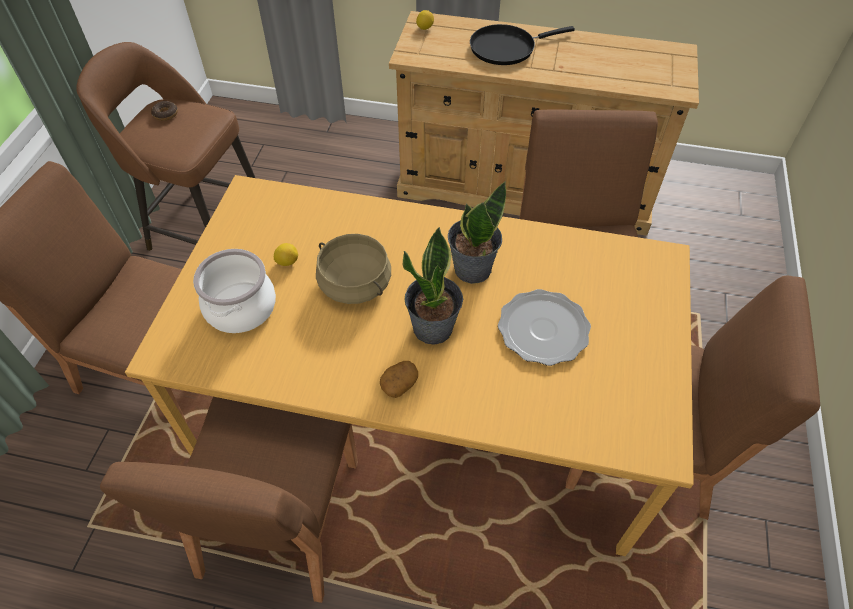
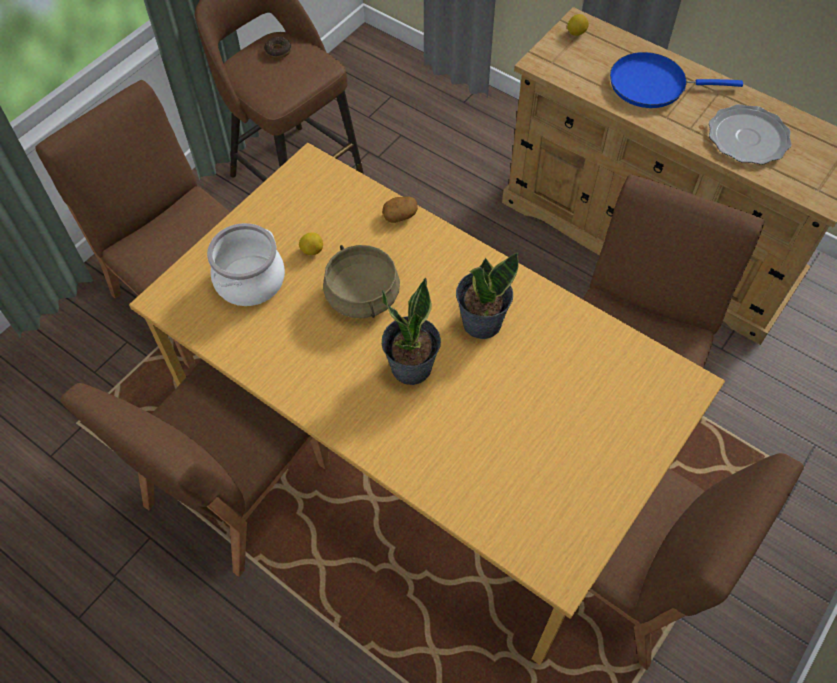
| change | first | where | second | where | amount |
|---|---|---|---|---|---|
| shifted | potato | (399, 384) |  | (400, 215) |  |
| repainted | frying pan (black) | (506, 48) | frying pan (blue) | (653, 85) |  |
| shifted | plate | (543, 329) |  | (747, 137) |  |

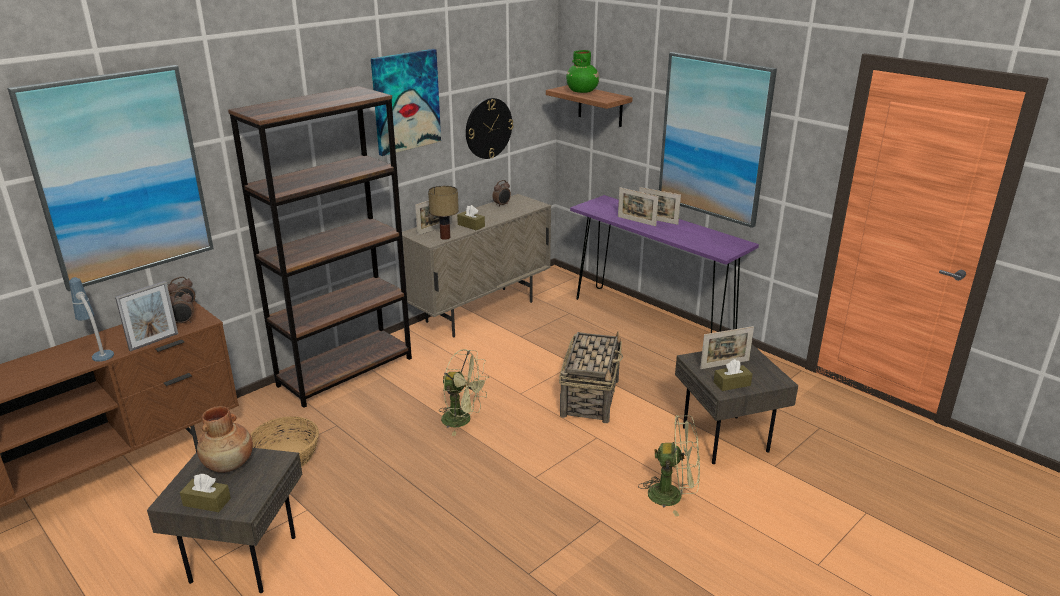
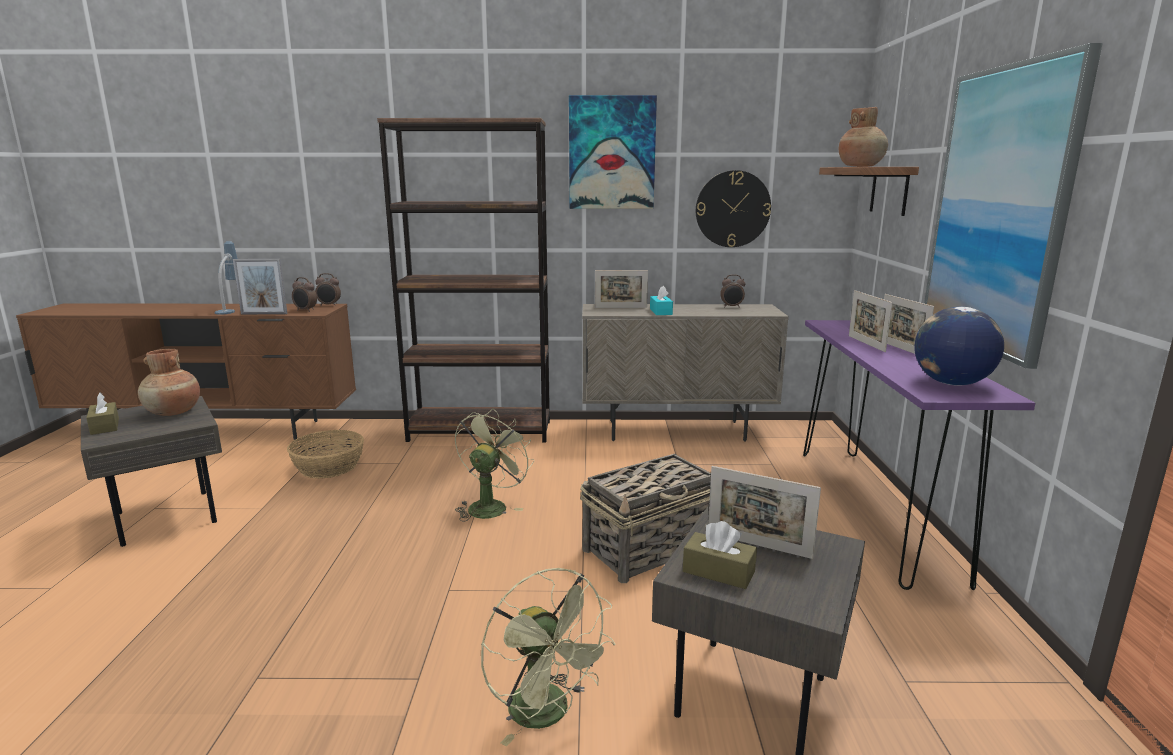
| change | first | where | second | where | amount |
|---|---|---|---|---|---|
| gone | picture | (120, 176) |  |  |  |
| gone | table lamp | (445, 237) |  |  |  |
| rotated | fan (green) | (463, 420) |  | (490, 506) | 135 degrees counterclockwise |
| repainted | tissue box (brown) | (471, 225) | tissue box (turquoise) | (661, 312) |  |
| repainted | vase (green) | (582, 91) | vase (brown) | (861, 166) |  |
| new |  |  | globe | (951, 383) |  |

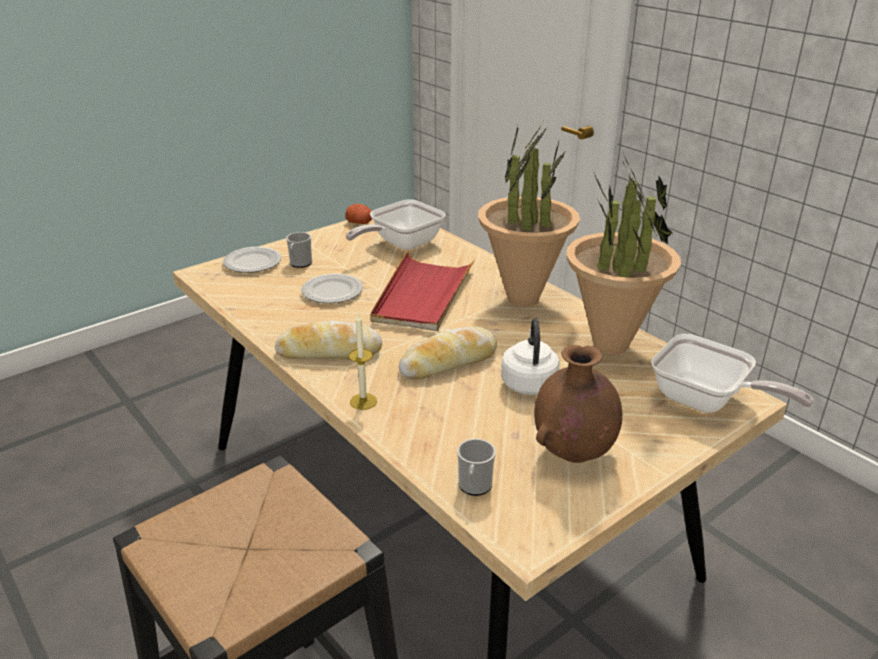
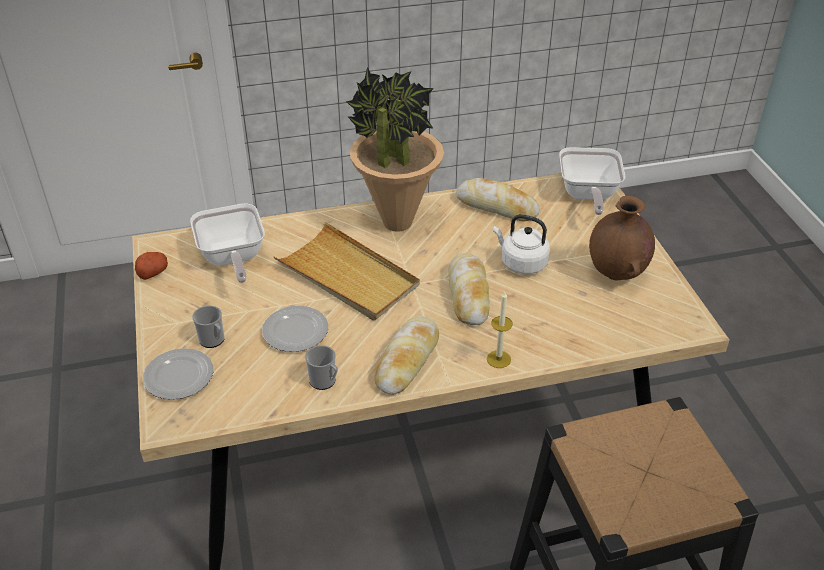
| change | first | where | second | where | amount |
|---|---|---|---|---|---|
| repainted | tray (red) | (422, 295) | tray (beige) | (348, 276) |  |
| shifted | mug | (474, 487) |  | (325, 381) |  |
| swapped | potted plant | (611, 346) | bread | (497, 207) |  |
| rotated | frying pan | (706, 402) |  | (587, 195) | 120 degrees clockwise |

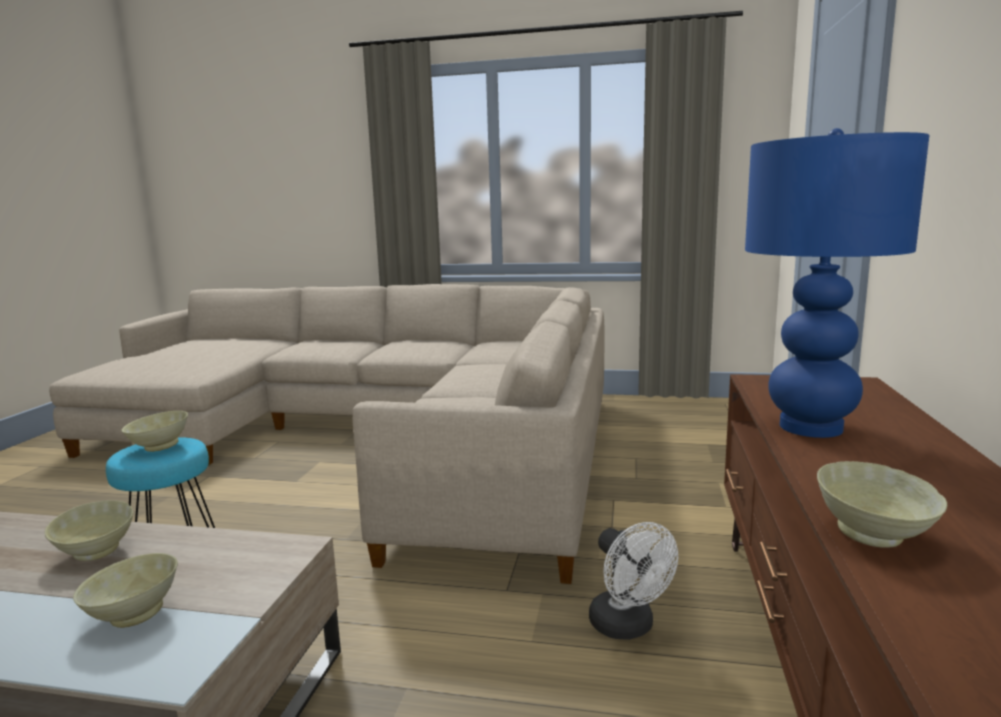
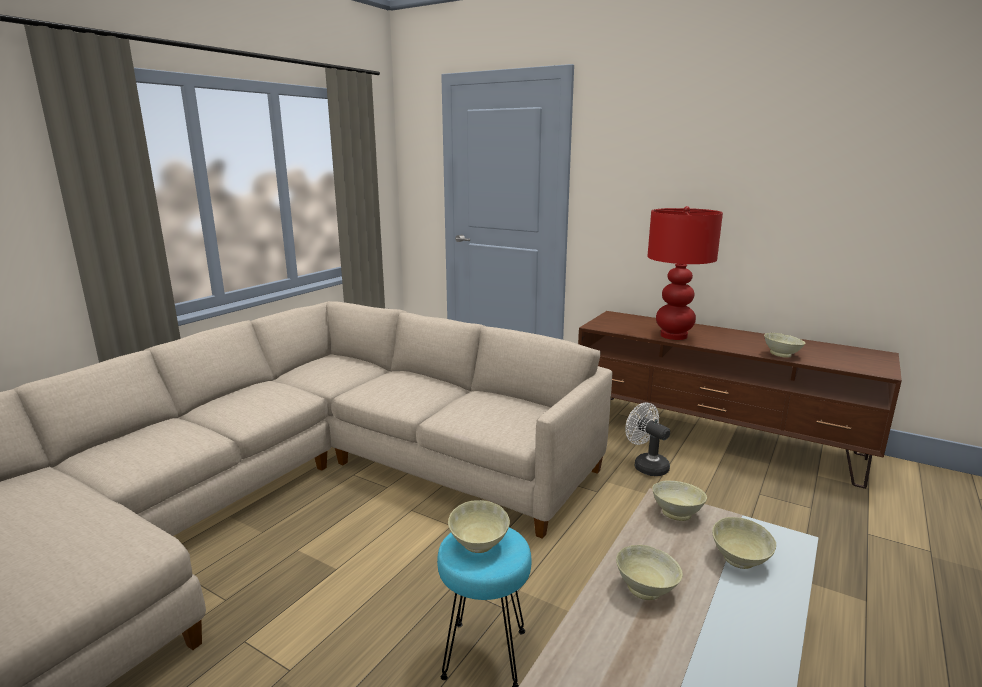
| change | first | where | second | where | amount |
|---|---|---|---|---|---|
| rotated | fan (white) | (628, 627) |  | (646, 465) | 120 degrees counterclockwise |
| repainted | table lamp (blue) | (809, 427) | table lamp (red) | (673, 336) |  |
| new |  |  | bowl (beige) | (677, 513) |  |

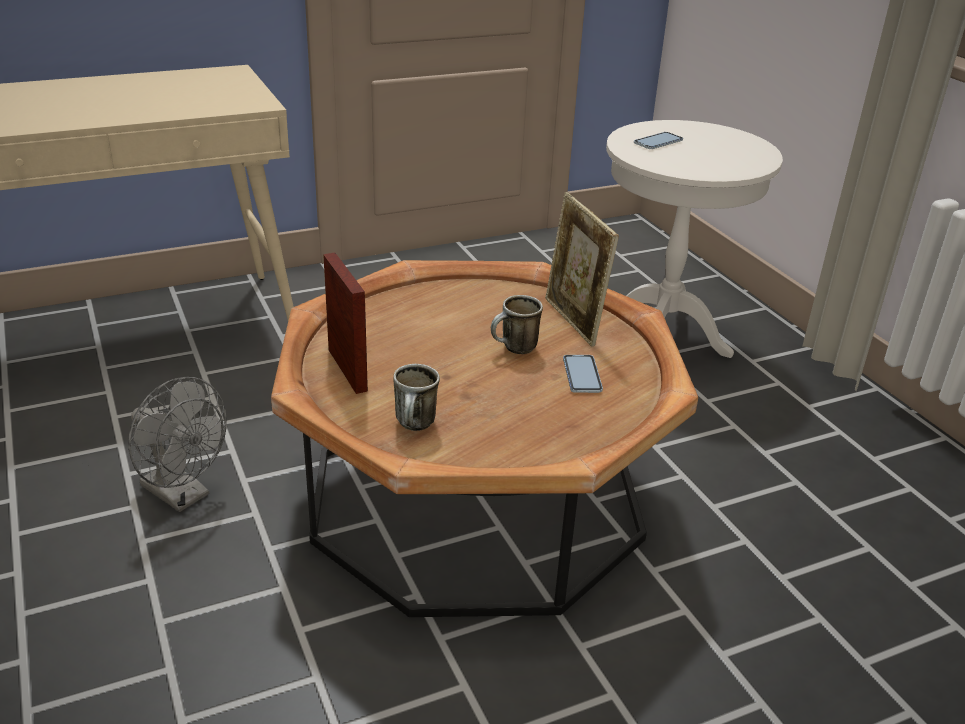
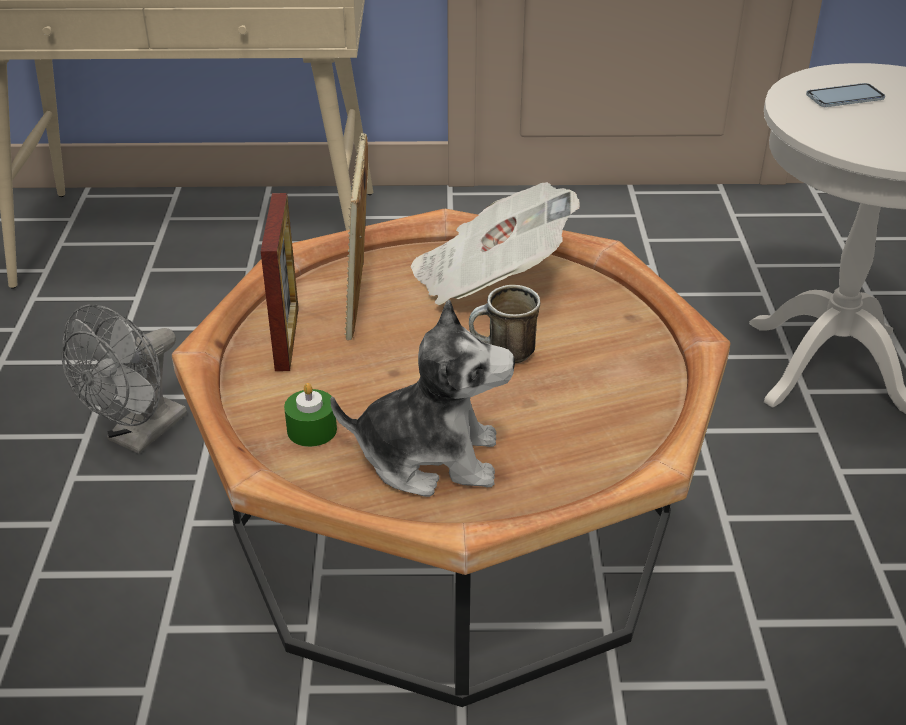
| change | first | where | second | where | amount |
|---|---|---|---|---|---|
| rotated | fan (grey) | (183, 495) |  | (140, 436) | 60 degrees clockwise |
| swapped | mug | (416, 426) | candle (green) | (312, 430) |  |
| shifted | picture frame | (573, 322) |  | (359, 303) |  |
| gone | phone | (582, 375) |  |  |  |
| new |  |  | plush toy | (430, 457) |  |
| new |  |  | newspaper | (489, 279) |  |

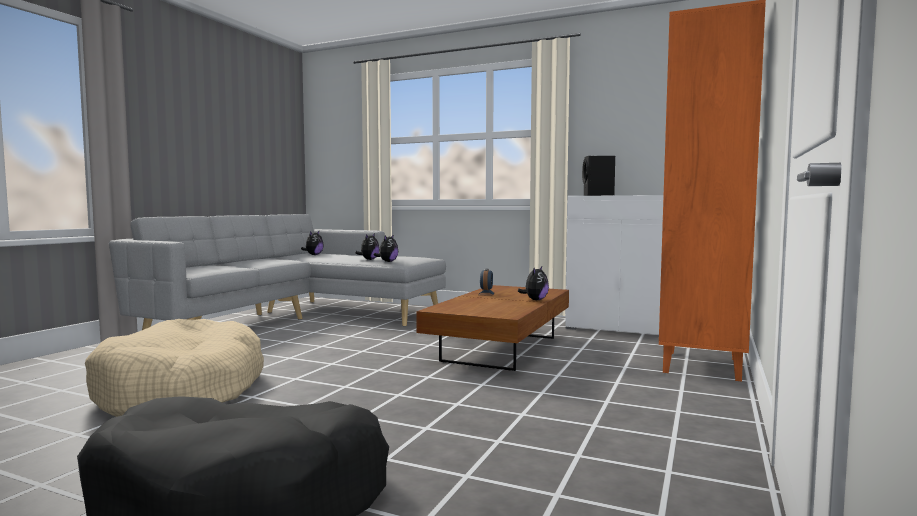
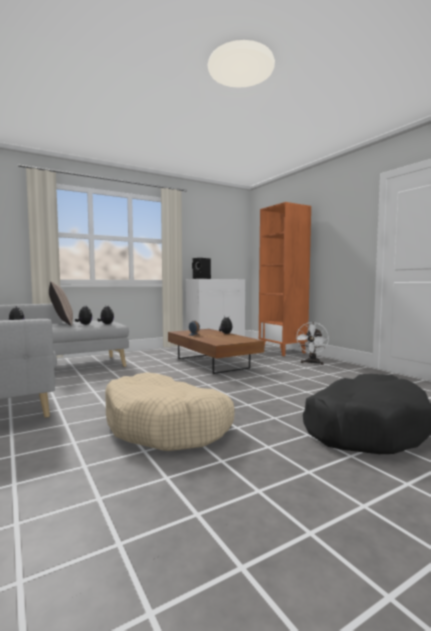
| change | first | where | second | where | amount |
|---|---|---|---|---|---|
| new |  |  | pillow | (61, 323) |  |
| new |  |  | fan (white) | (312, 363) |  |

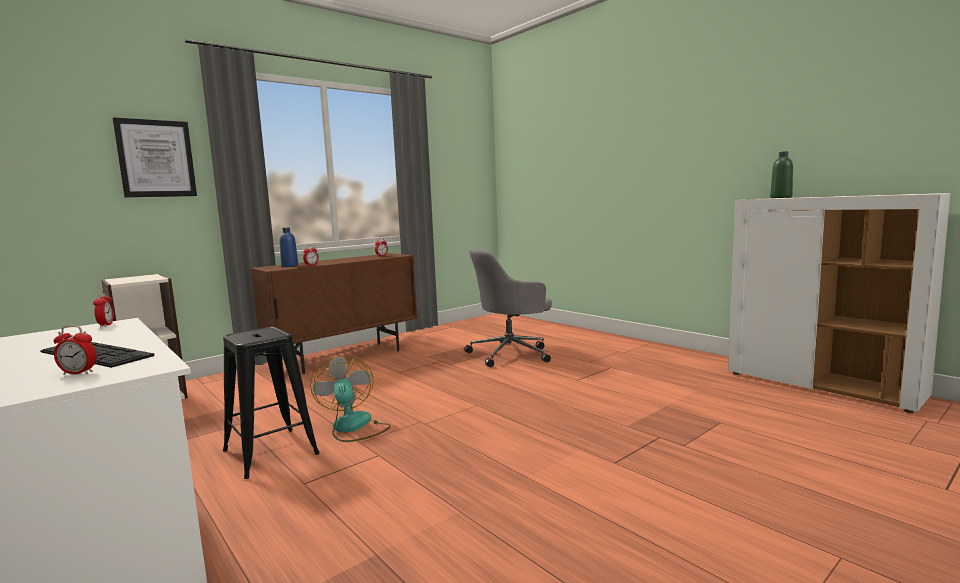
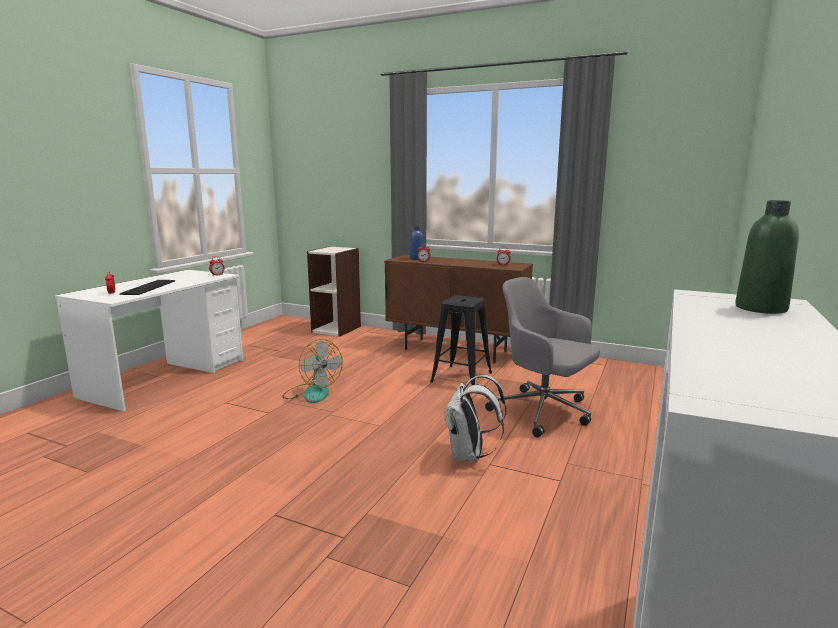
| change | first | where | second | where | amount |
|---|---|---|---|---|---|
| gone | picture | (156, 158) |  |  |  |
| shifted | stool (black) | (270, 452) |  | (462, 377) |  |
| rotated | fan | (353, 427) |  | (311, 393) | 90 degrees clockwise |
| new |  |  | backpack (white) | (469, 456) |  |

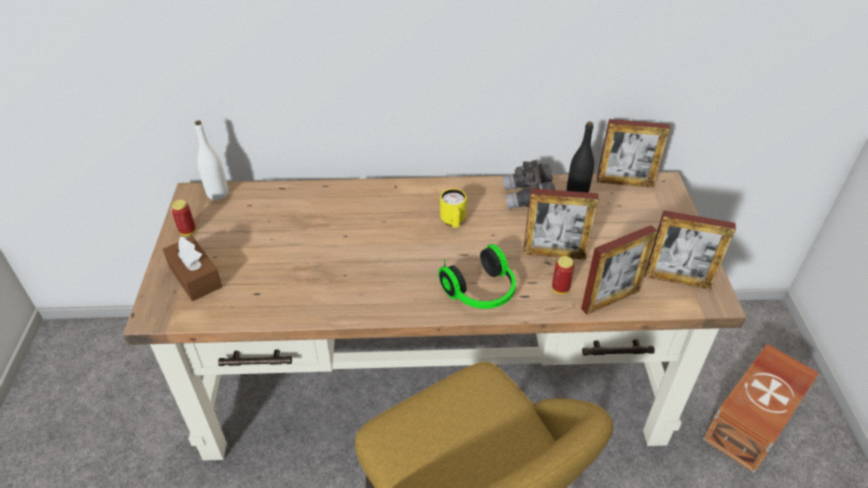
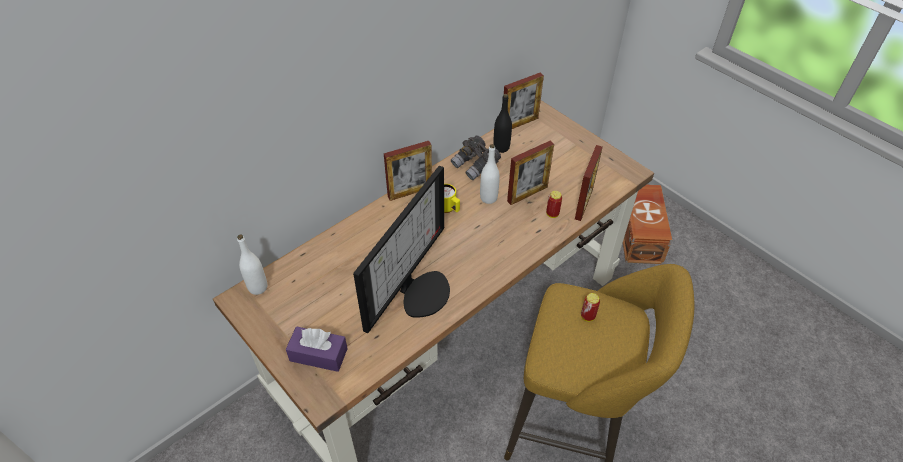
| change | first | where | second | where | amount |
|---|---|---|---|---|---|
| repainted | tissue box (brown) | (195, 277) | tissue box (purple) | (318, 354) |  |
| shifted | can | (188, 231) |  | (587, 316) |  |
| gone | headphones | (481, 292) |  |  |  |
| shifted | picture frame | (677, 280) |  | (410, 192) |  |
| new |  |  | monitor | (420, 291) |  |
| new |  |  | bottle (white) | (488, 198) |  |

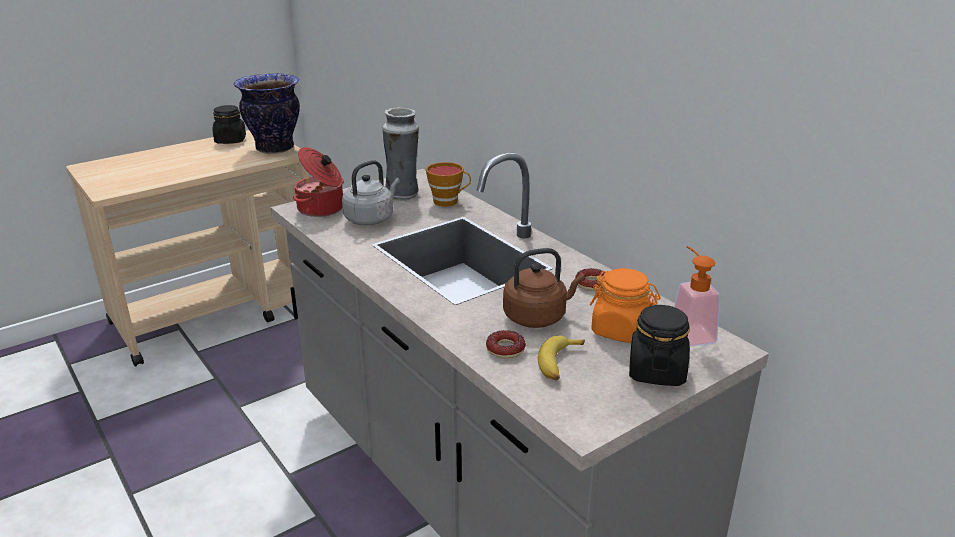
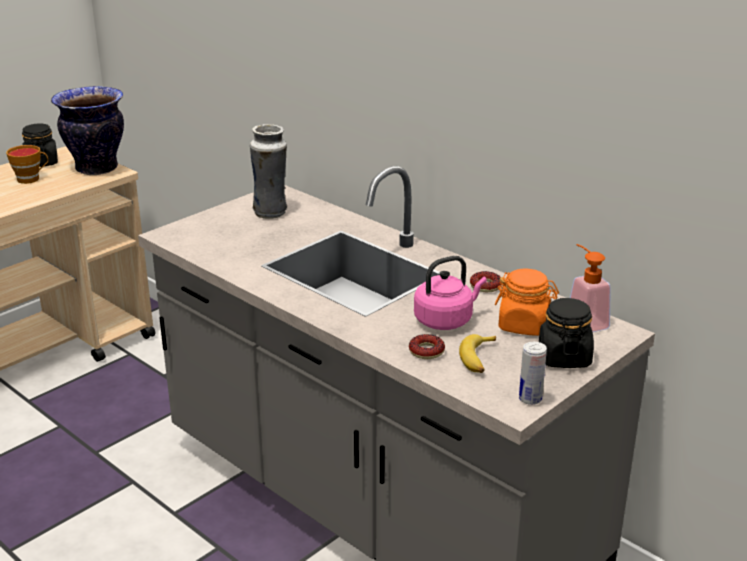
| change | first | where | second | where | amount |
|---|---|---|---|---|---|
| gone | cooking pot | (322, 209) |  |  |  |
| gone | kettle (grey) | (371, 218) |  |  |  |
| shifted | cup | (448, 201) |  | (31, 179) |  |
| repainted | kettle (brown) | (538, 317) | kettle (pink) | (446, 320) |  |
| new |  |  | can | (530, 399) |  |

